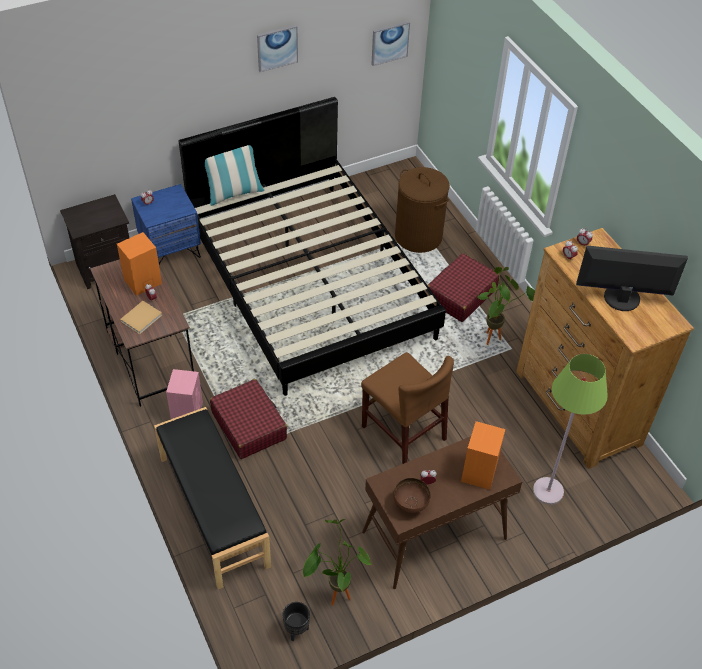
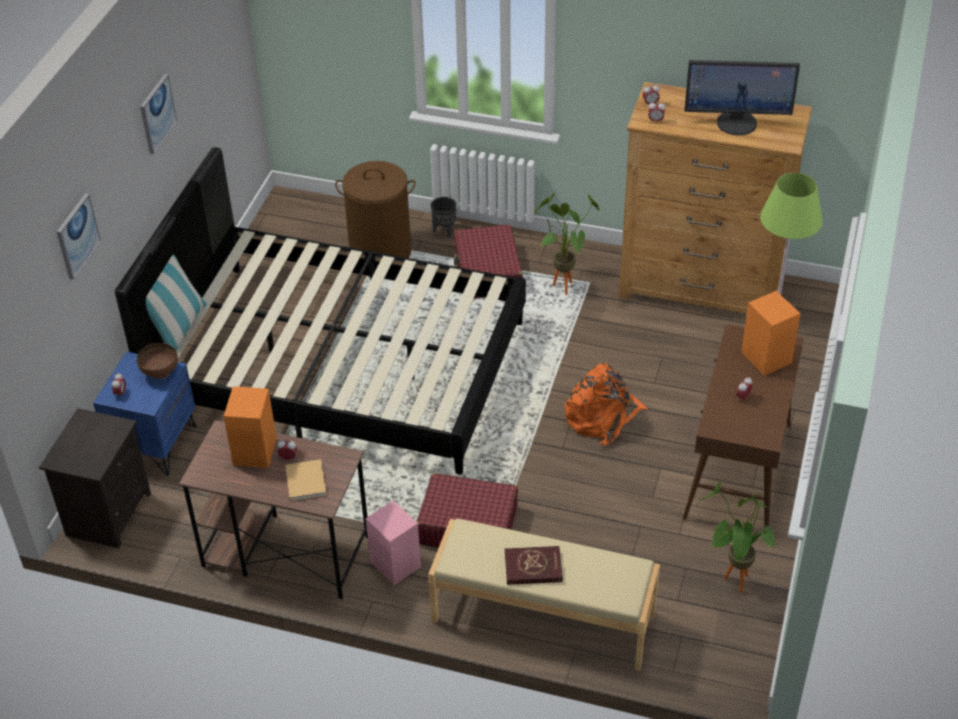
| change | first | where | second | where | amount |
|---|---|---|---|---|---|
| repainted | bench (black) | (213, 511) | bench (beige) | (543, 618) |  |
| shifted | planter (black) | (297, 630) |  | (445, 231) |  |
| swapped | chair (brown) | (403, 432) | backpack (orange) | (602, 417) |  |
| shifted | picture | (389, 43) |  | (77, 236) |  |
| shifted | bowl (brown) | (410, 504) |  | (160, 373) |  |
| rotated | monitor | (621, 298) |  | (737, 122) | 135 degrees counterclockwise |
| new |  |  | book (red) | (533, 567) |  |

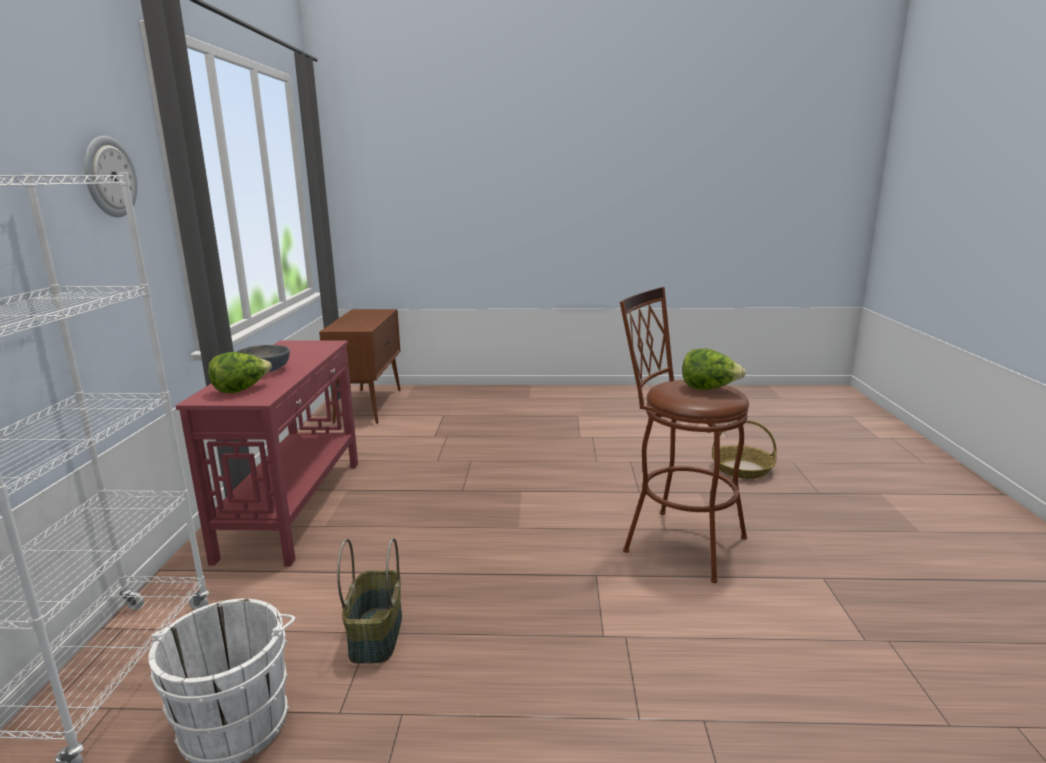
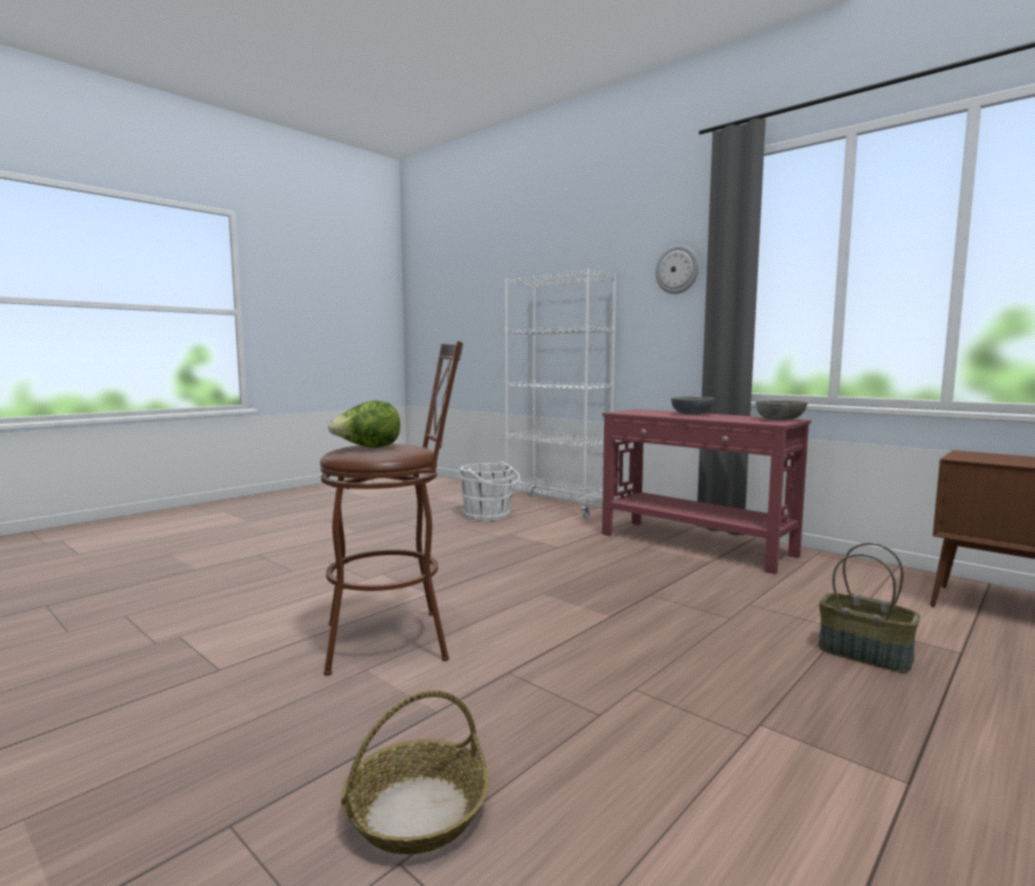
| change | first | where | second | where | amount |
|---|---|---|---|---|---|
| gone | lettuce | (241, 390) |  |  |  |
| shifted | basket | (375, 635) |  | (865, 654) |  |
| new |  |  | bowl (grey) | (780, 420) |  |

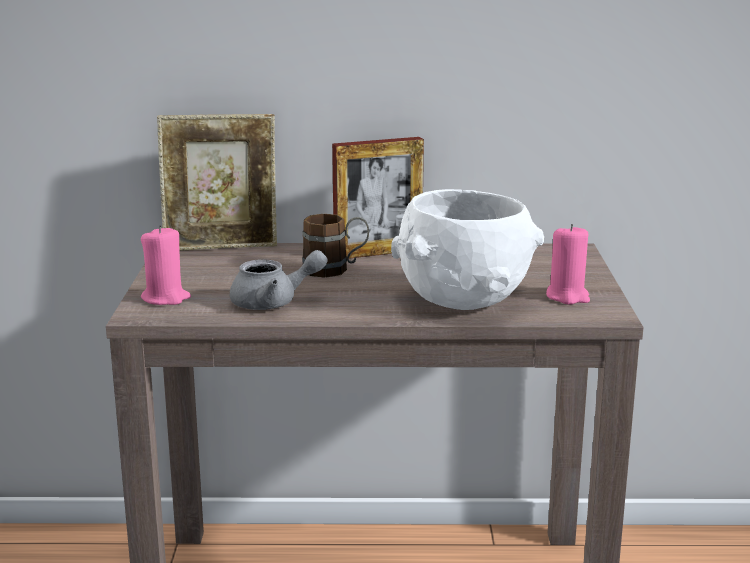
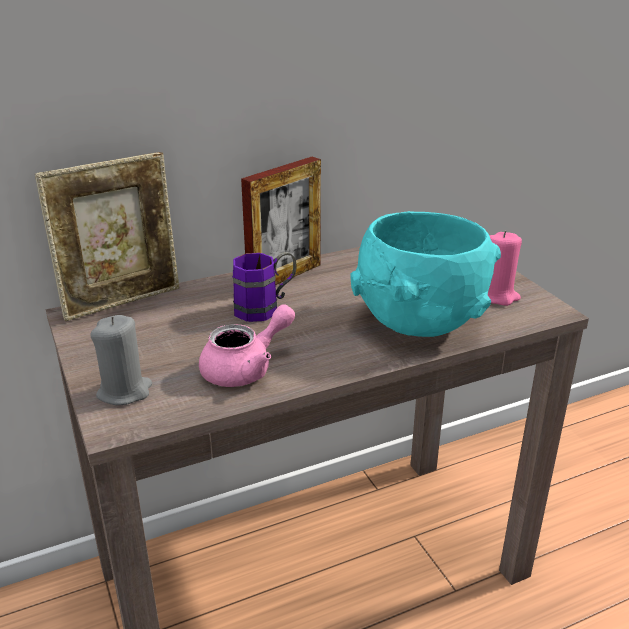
| change | first | where | second | where | amount |
|---|---|---|---|---|---|
| repainted | candle (pink) | (165, 298) | candle (grey) | (125, 391) |  |
| repainted | teapot (grey) | (273, 302) | teapot (pink) | (246, 368) |  |
| repainted | mug (brown) | (335, 269) | mug (purple) | (265, 308) |  |
| repainted | bowl (white) | (462, 301) | bowl (turquoise) | (419, 323) |  |

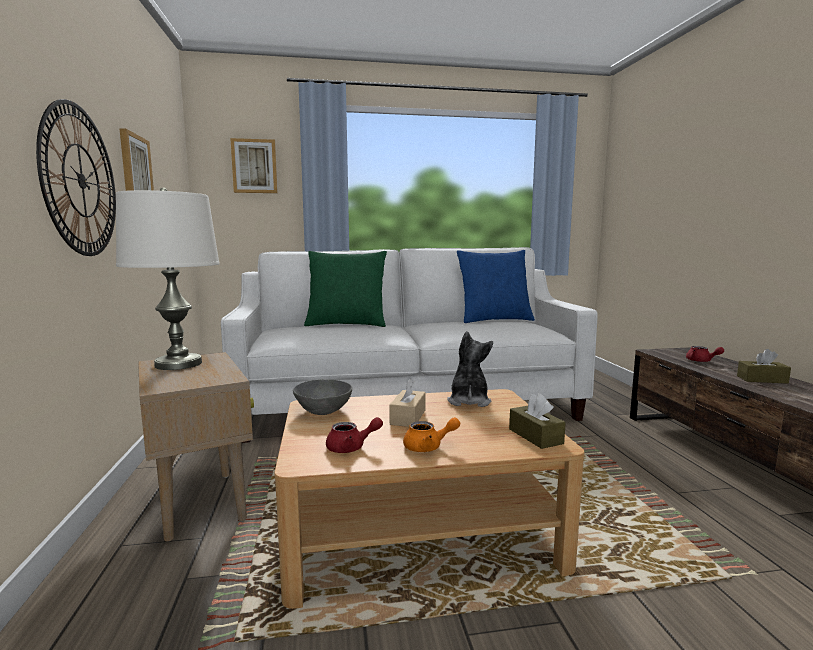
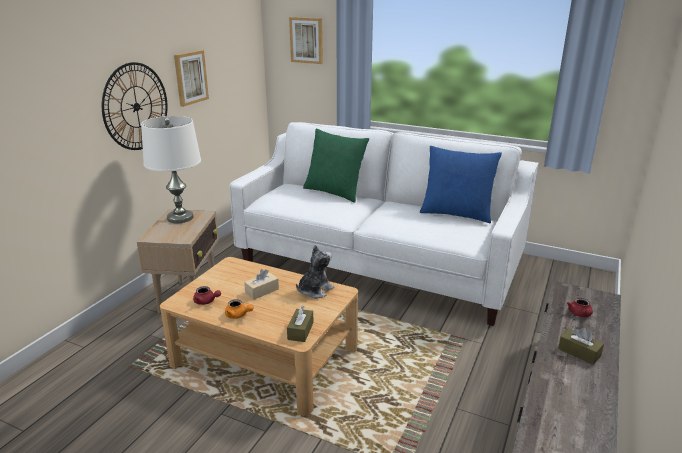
| change | first | where | second | where | amount |
|---|---|---|---|---|---|
| gone | bowl (grey) | (323, 411) |  |  |  |

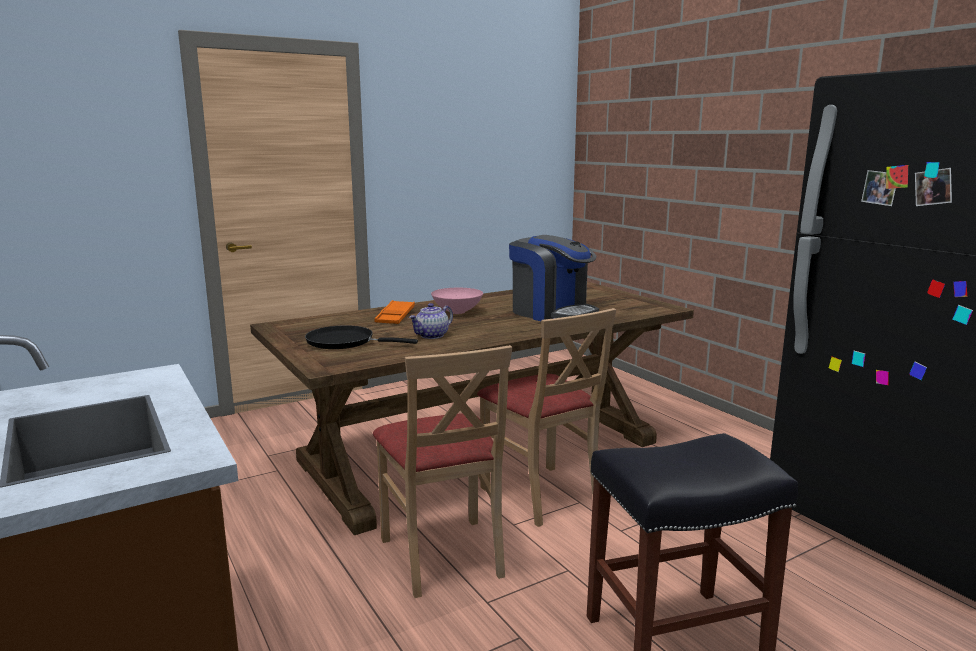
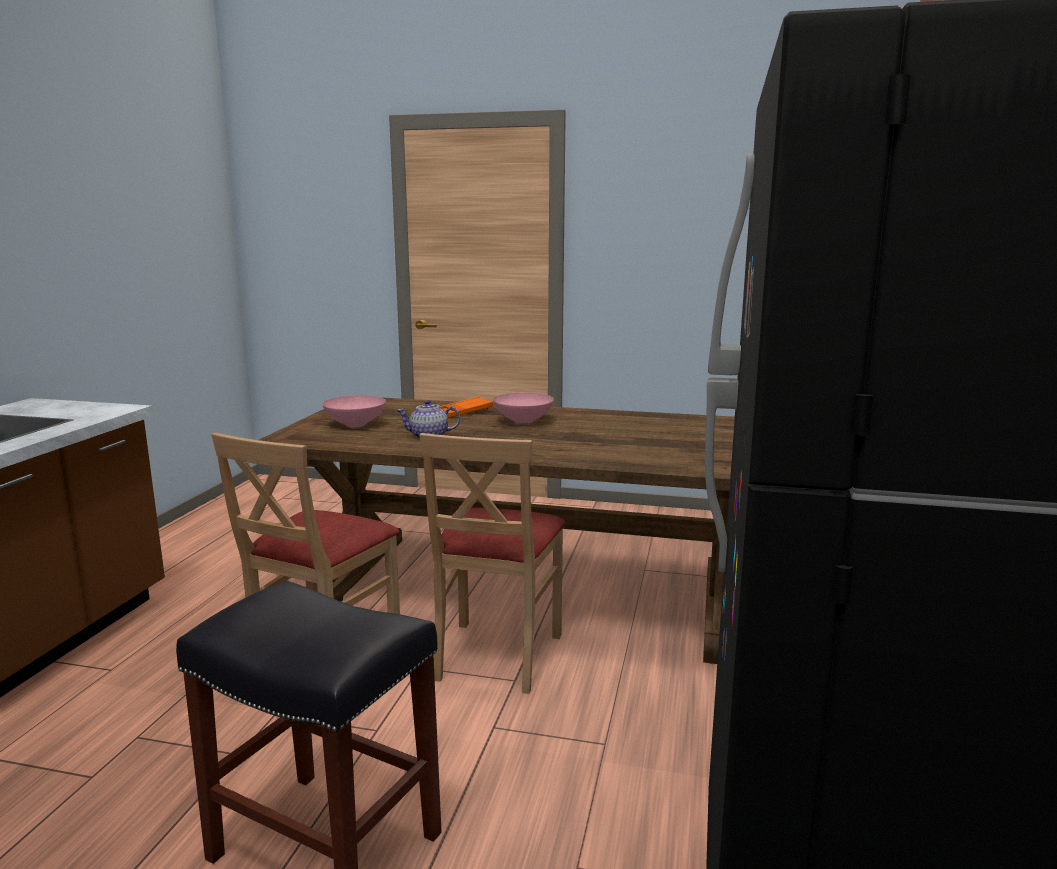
| change | first | where | second | where | amount |
|---|---|---|---|---|---|
| swapped | frying pan (black) | (345, 342) | bowl (pink) | (356, 424) |  |
| gone | coffee machine | (551, 312) |  |  |  |

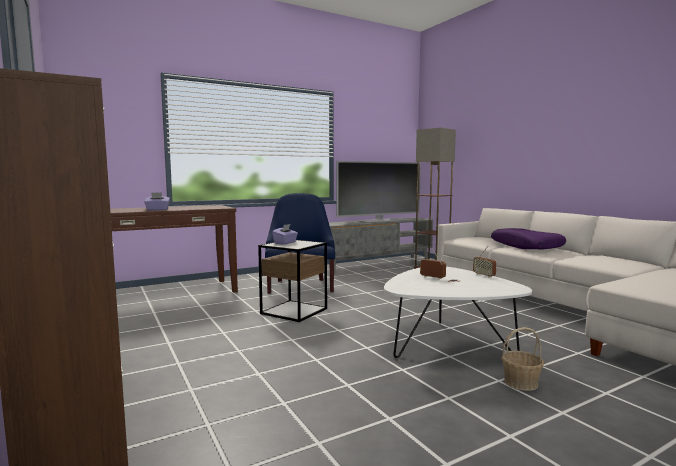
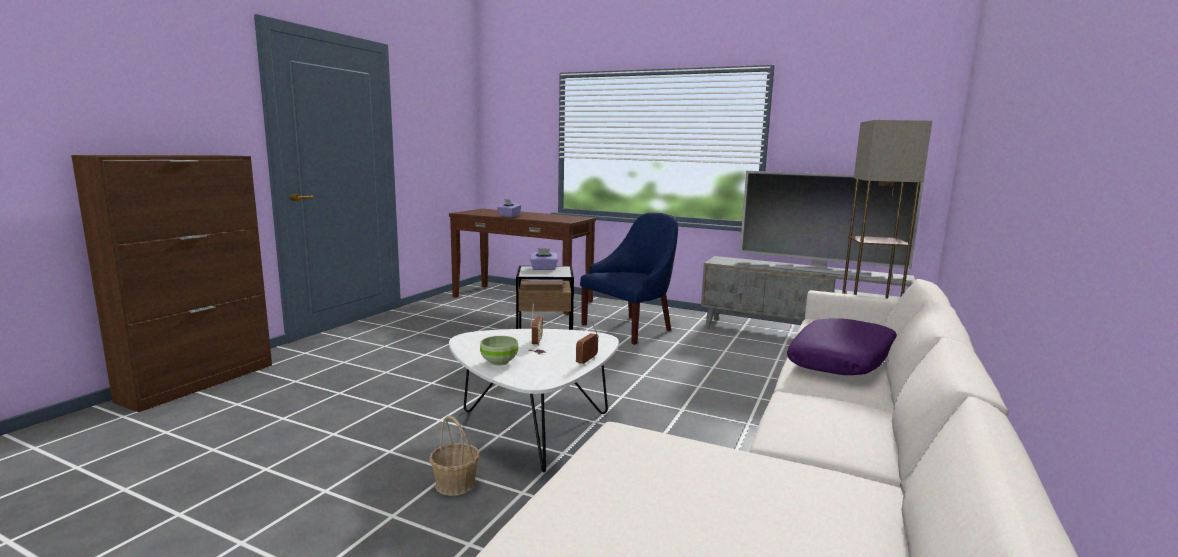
| change | first | where | second | where | amount |
|---|---|---|---|---|---|
| new |  |  | bowl (green) | (498, 362) |  |

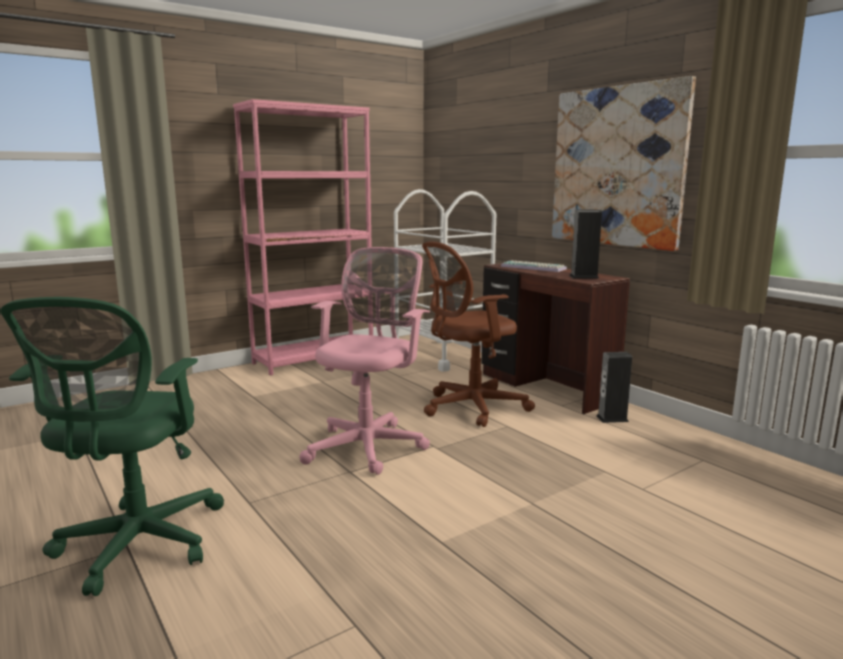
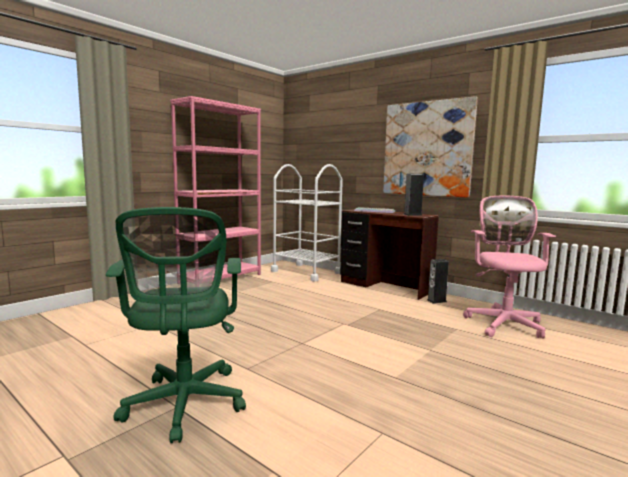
| change | first | where | second | where | amount |
|---|---|---|---|---|---|
| shifted | office chair (pink) | (369, 445) |  | (504, 323) |  |
| gone | office chair (brown) | (470, 408) |  |  |  |

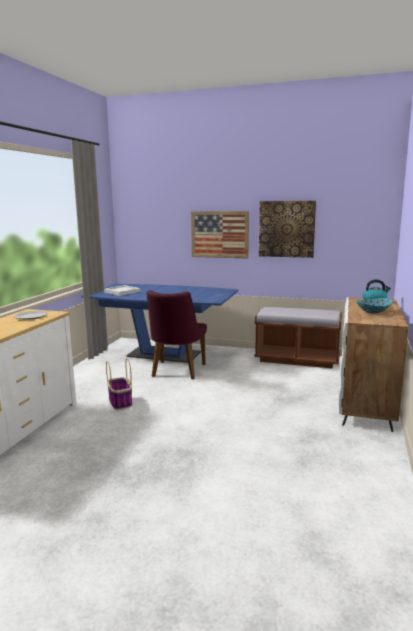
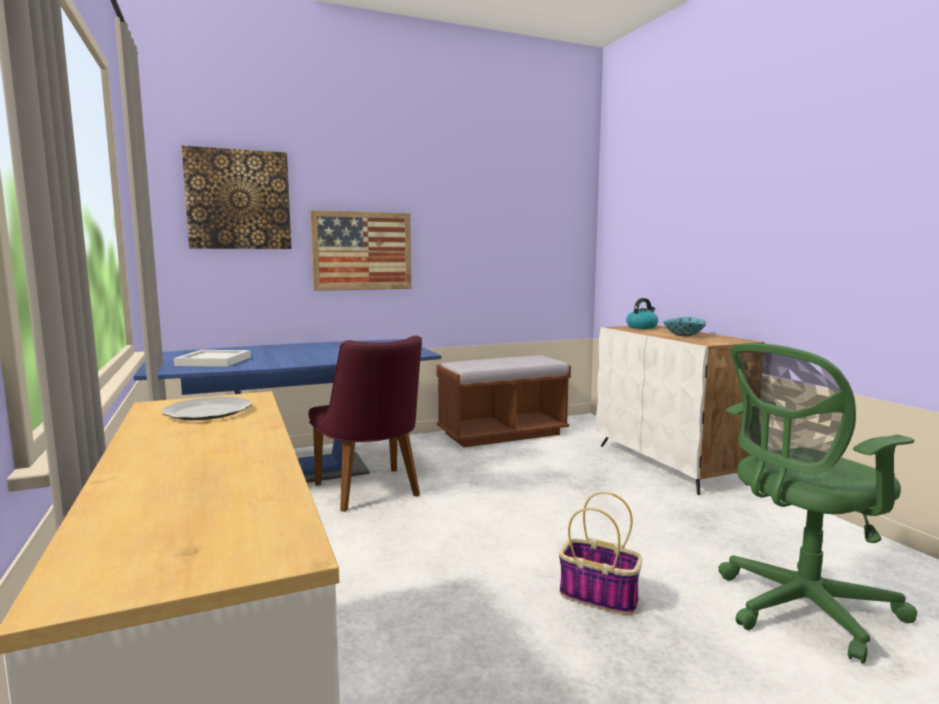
| change | first | where | second | where | amount |
|---|---|---|---|---|---|
| shifted | basket | (120, 402) |  | (600, 596) |  |
| shifted | picture | (286, 229) |  | (238, 200) |  |
| new |  |  | office chair (green) | (800, 609) |  |

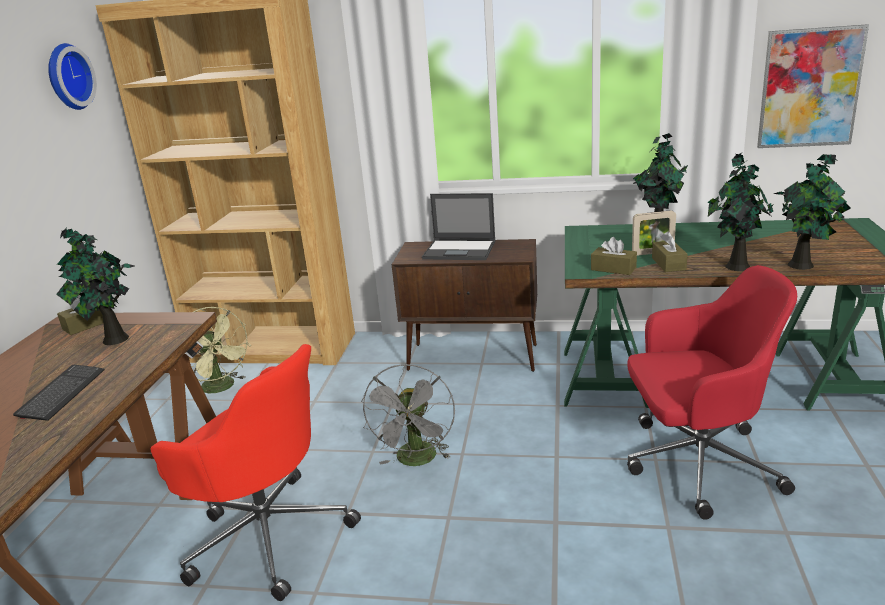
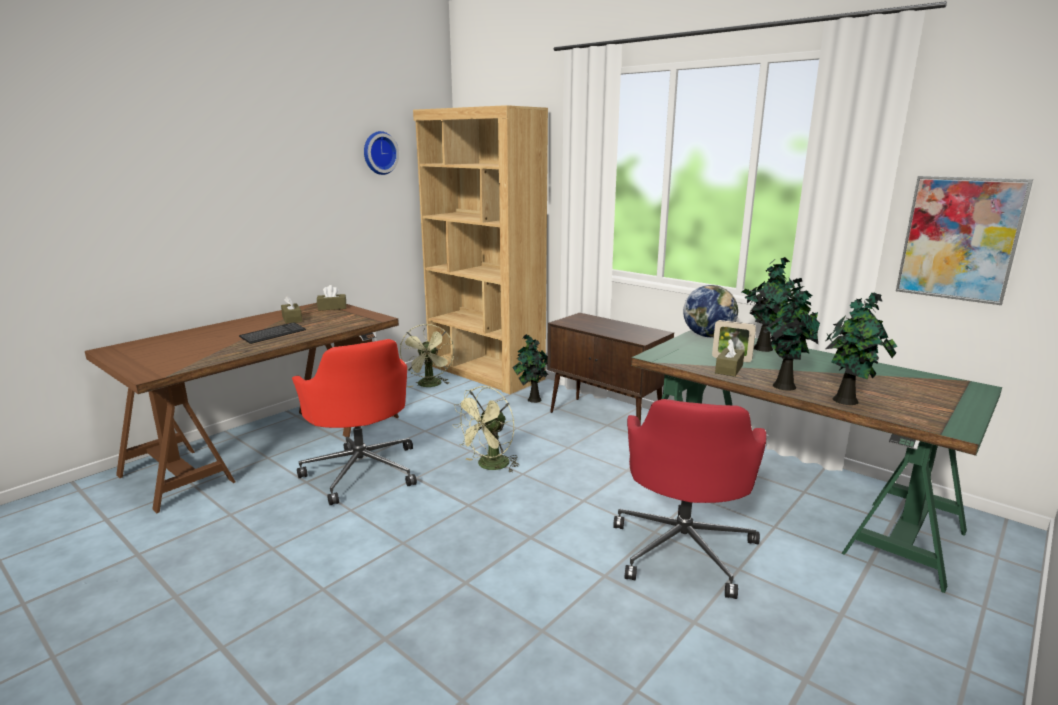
| change | first | where | second | where | amount |
|---|---|---|---|---|---|
| shifted | potted plant | (113, 340) |  | (533, 399) |  |
| repainted | fan (grey) | (417, 461) | fan (green) | (489, 466) |  |
| gone | laptop | (460, 250) |  |  |  |
| shifted | tissue box (brown) | (613, 269) |  | (292, 319) |  |
| rotated | office chair (red) | (697, 464) |  | (683, 548) | 75 degrees clockwise |
| new |  |  | globe | (708, 336) |  |

